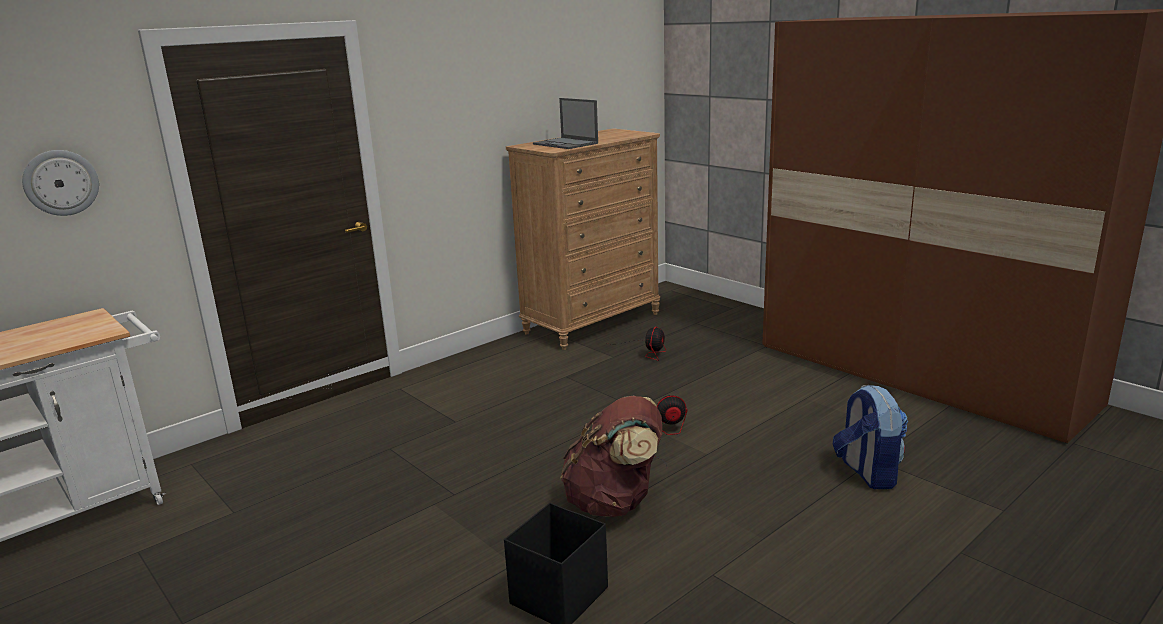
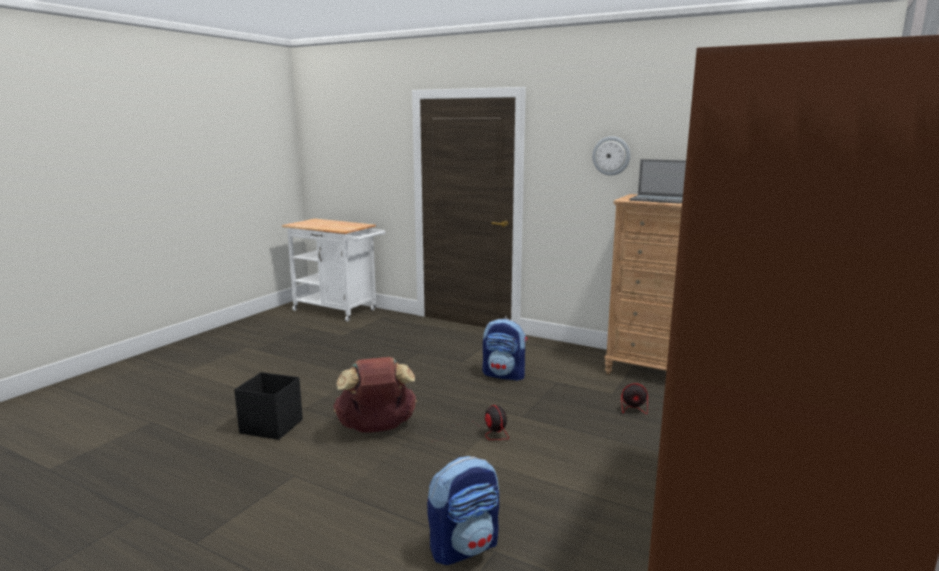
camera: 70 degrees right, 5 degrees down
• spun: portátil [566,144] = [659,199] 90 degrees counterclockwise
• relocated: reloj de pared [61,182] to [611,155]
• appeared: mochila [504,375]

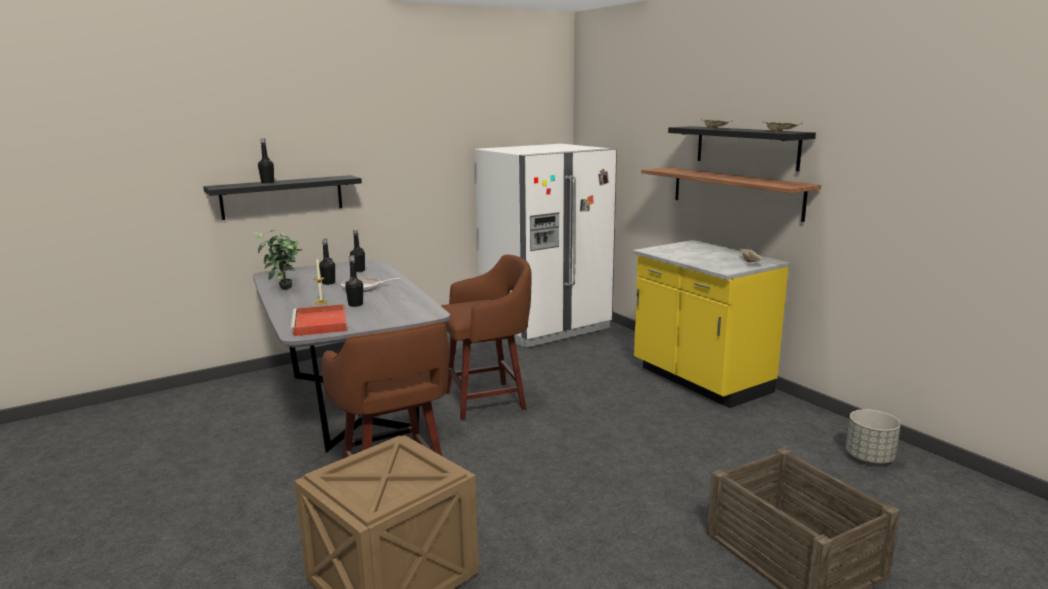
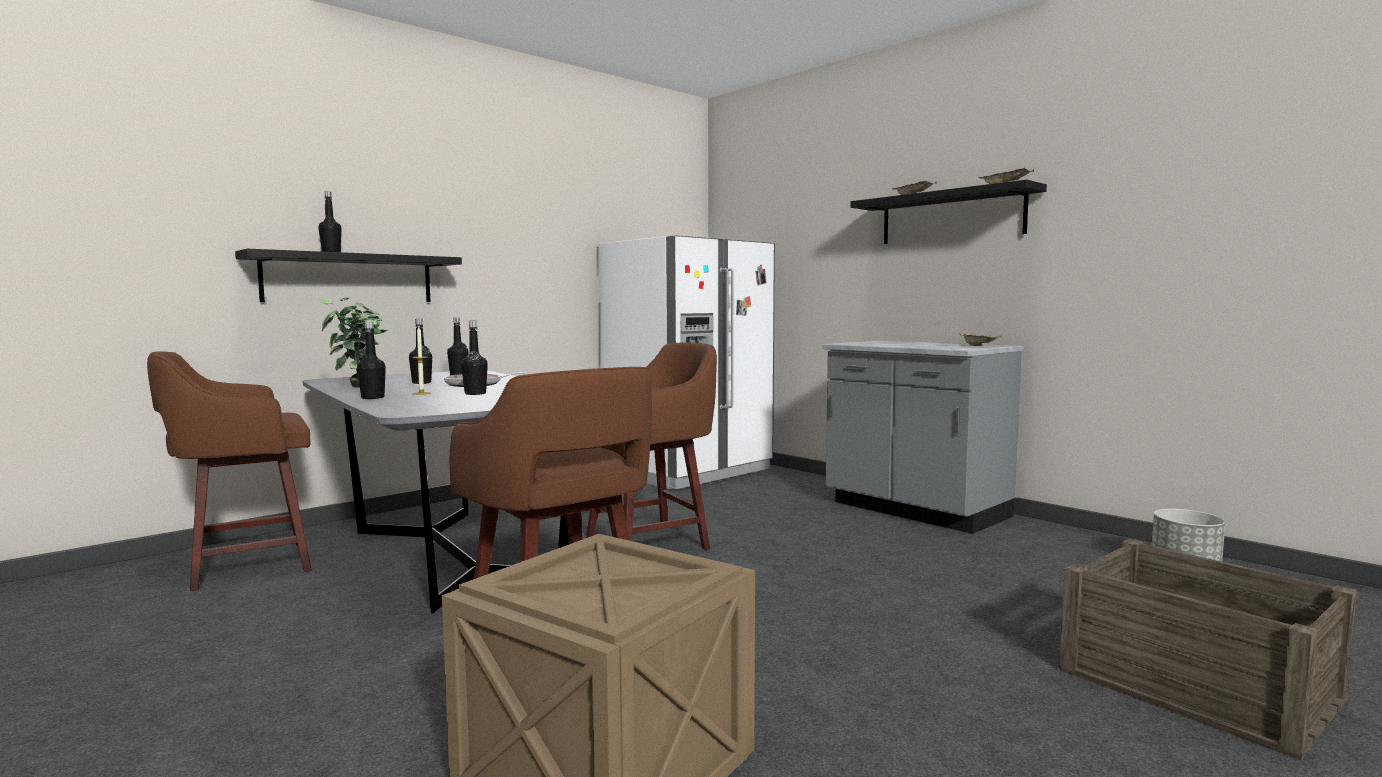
camera: 10 degrees left, 10 degrees down
• missing: estante [735,192]
• colour: mueble bajo de cocina (amarillo) [699,381] to mueble bajo de cocina (gris) [915,511]
• missing: bandeja (rojo) [320,324]
• appeared: botella (negro) [372,398]
• appeared: taburete (marrón) [244,566]

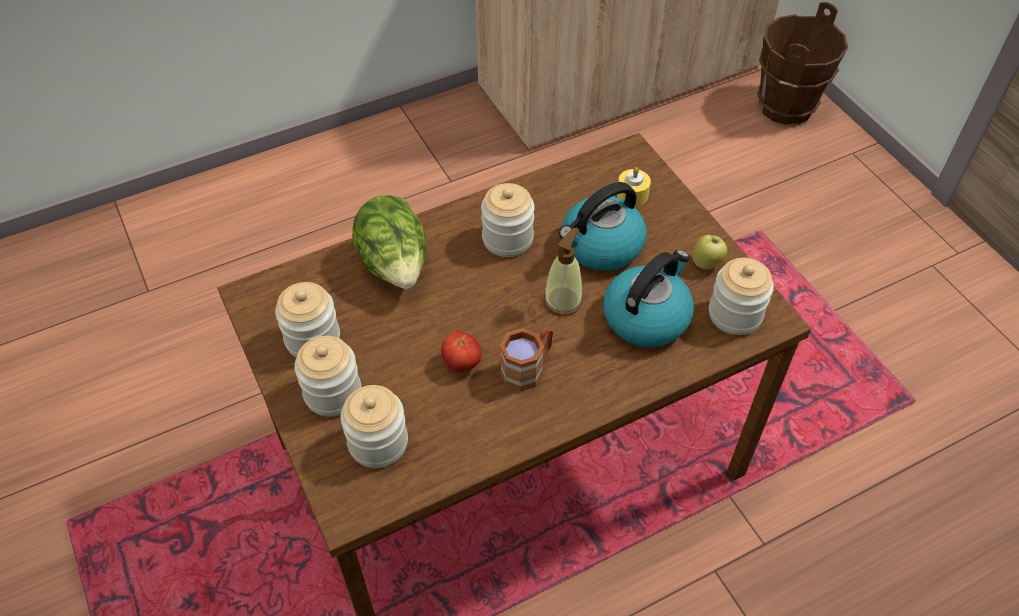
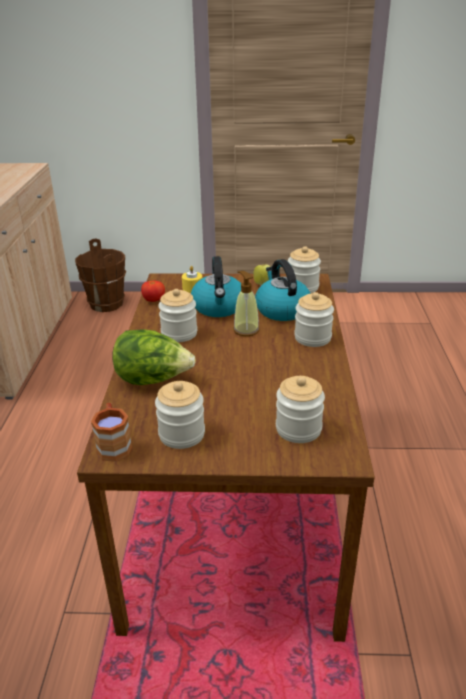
camera: 60 degrees left, 20 degrees down
• relocated: taza grande (marrón) [528,368] to [114,444]
• relocated: tomate [462,363] to [154,300]
• relocated: tarro [333,393] to [312,338]

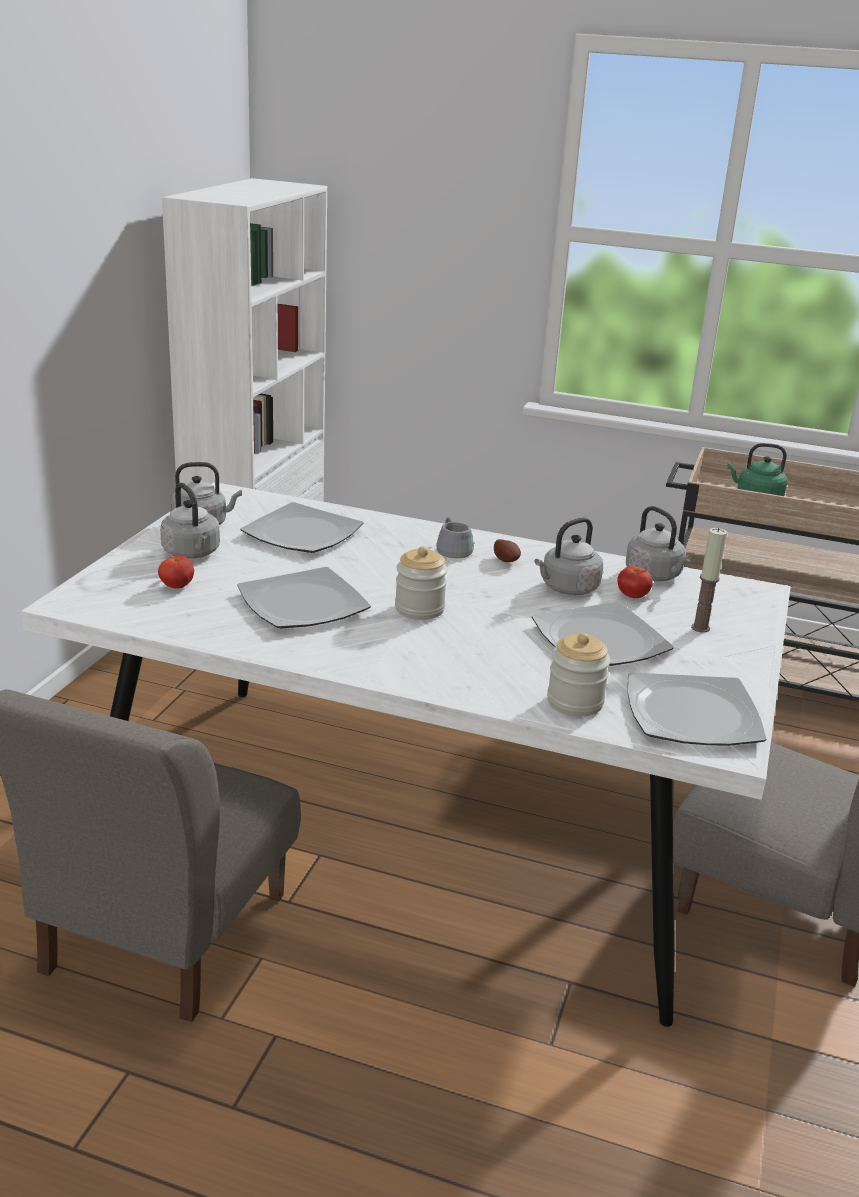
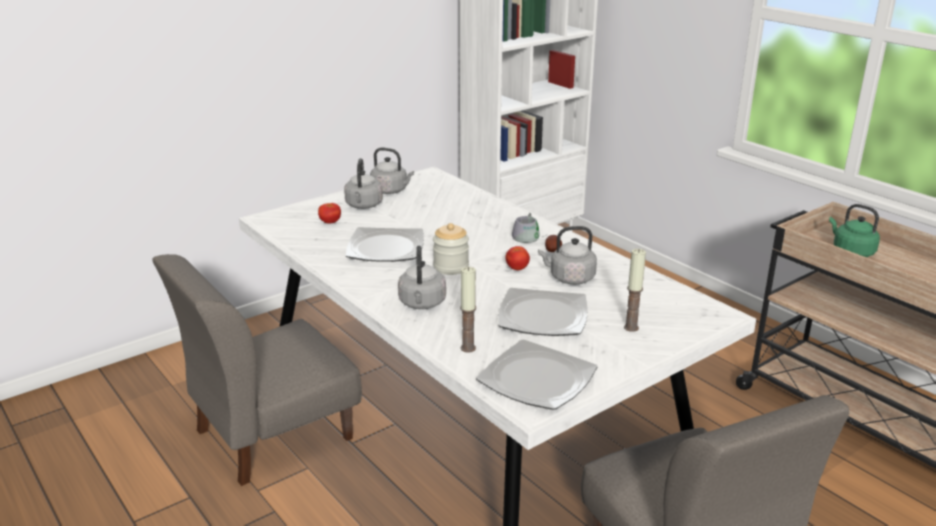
camera: 35 degrees right, 0 degrees up
• missing: plato [302,534]
• relocated: hervidor (gris) [655,576] to [422,304]
• relocated: tomate [632,596] to [517,268]
• exchanged: tarro [575,702] to vela [468,348]

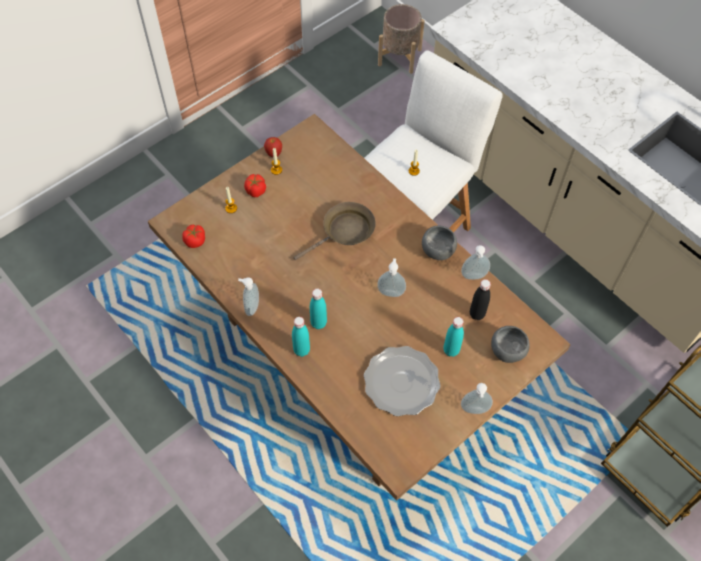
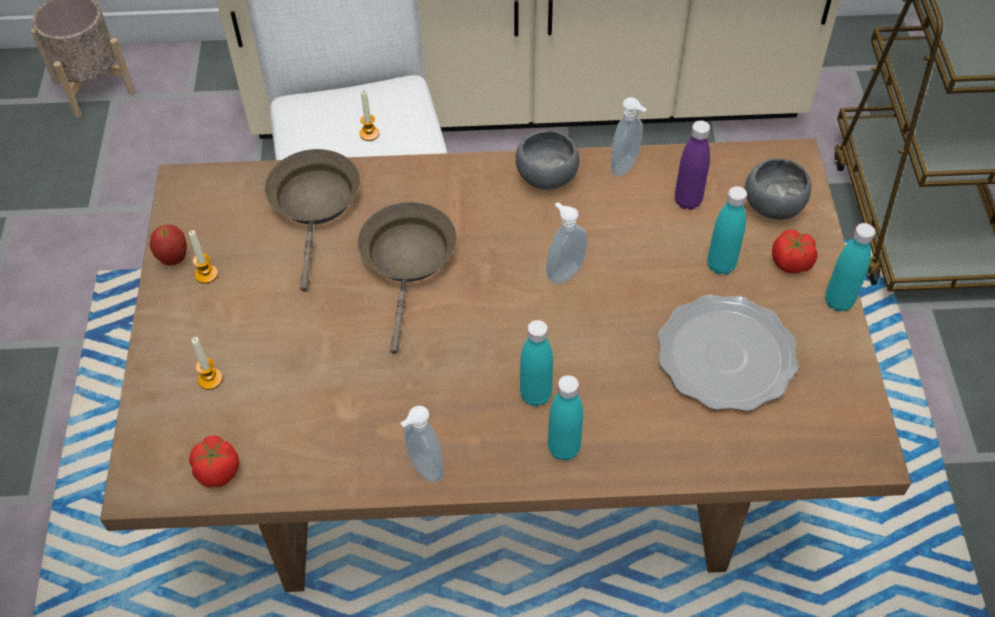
camera: 50 degrees left, 5 degrees down
• relocated: tomate [256,191] to [791,262]
• colour: botella (negro) [477,314] to botella (morado) [687,201]
• exchanged: dispensador de jabón [474,411] to botella (turquesa) [838,301]
• appeared: sartén (marrón) [315,205]

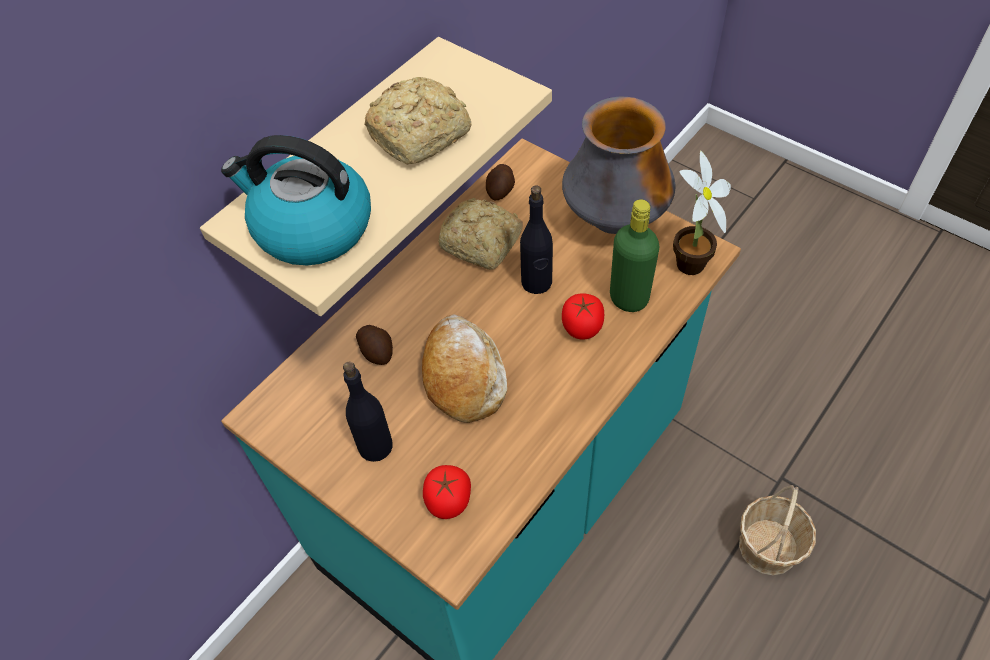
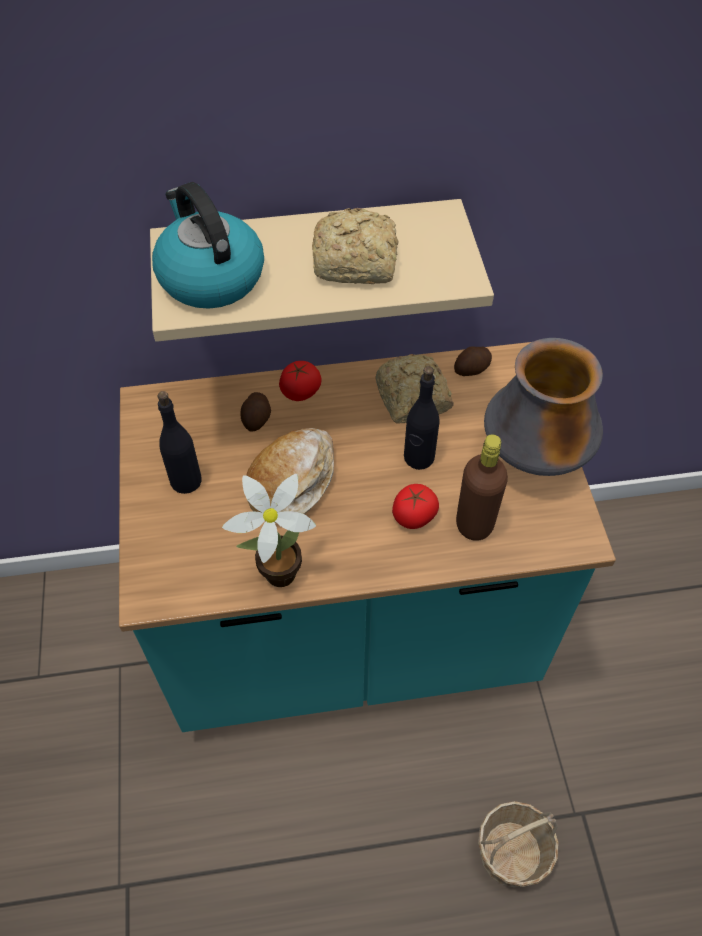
camera: 40 degrees right, 0 degrees up
• relocated: planta en maceta [687,267] to [274,574]
• colour: botella (verde) [629,298] to botella (marrón) [474,524]
• relocated: tomate [448,500] to [300,392]

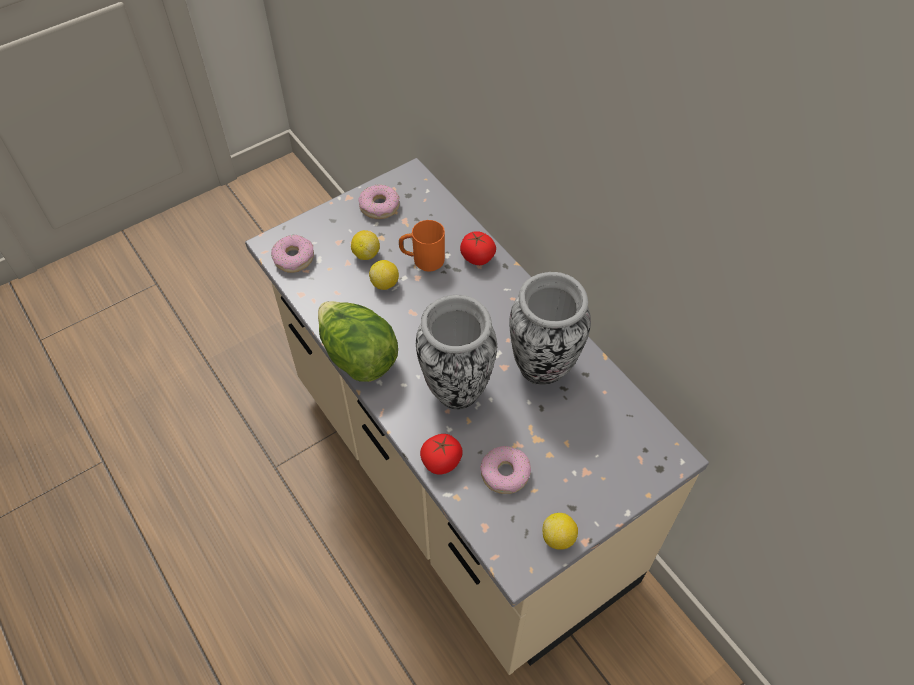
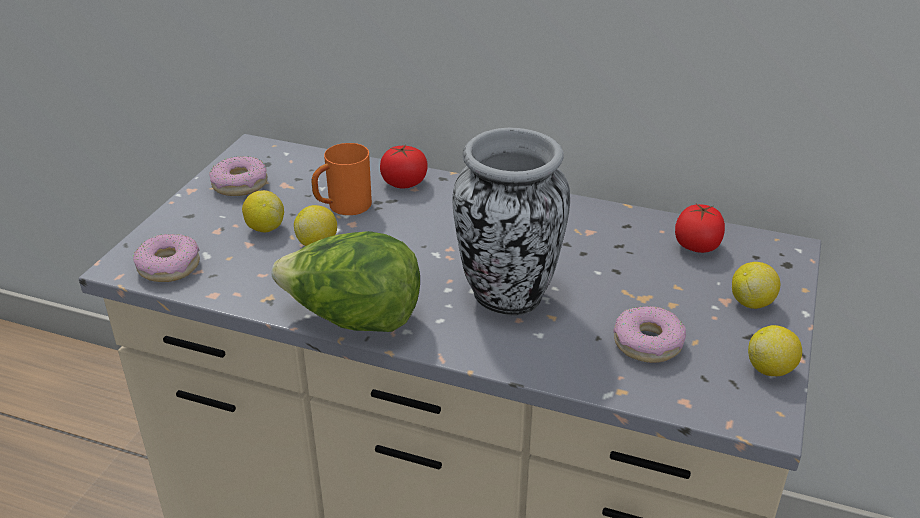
camera: 35 degrees left, 20 degrees down
• missing: florero [543,368]
• relocated: tomate [441,461] to [696,246]
• appeared: limón [751,302]

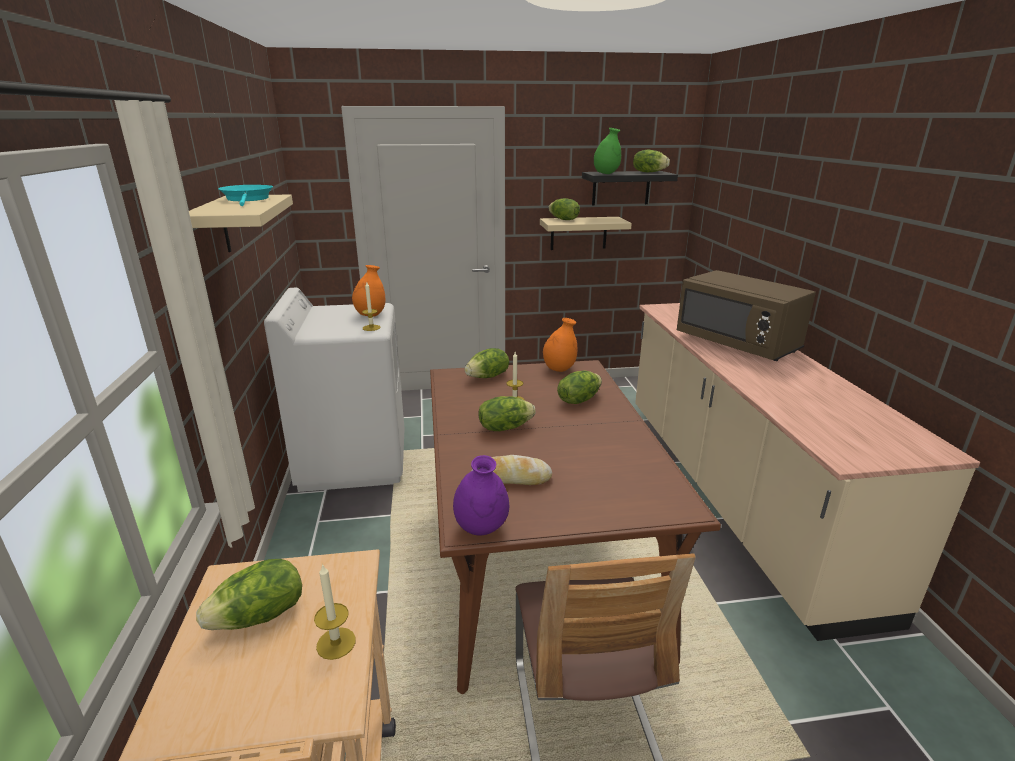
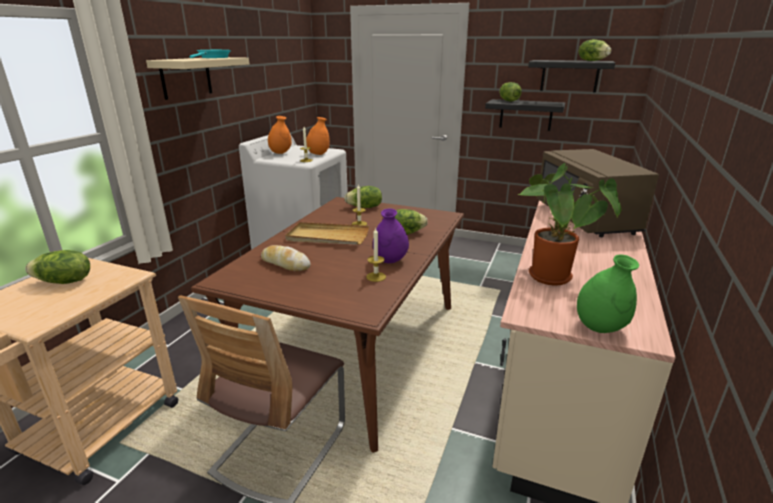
camera: 30 degrees right, 0 degrees up
• relocated: florero (verde) [606,173] to [600,327]
• colour: estante (beis) [578,233] to estante (negro) [526,115]
• relocated: florero (naranja) [559,369] to [280,153]
• exchanged: lechuga [504,427] to bandeja (beis) [327,237]
• relocated: florero (morado) [481,528] to [390,261]
• relocated: vela [336,643] to [376,277]
• appeared: planta en maceta [553,279]

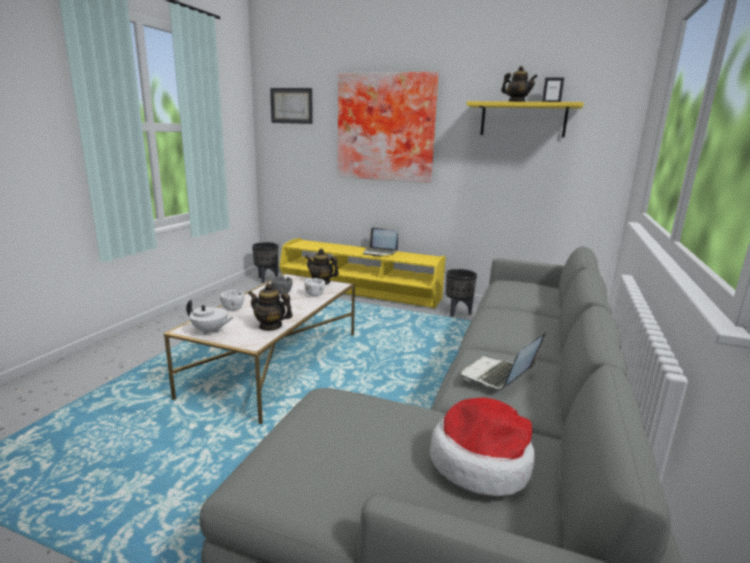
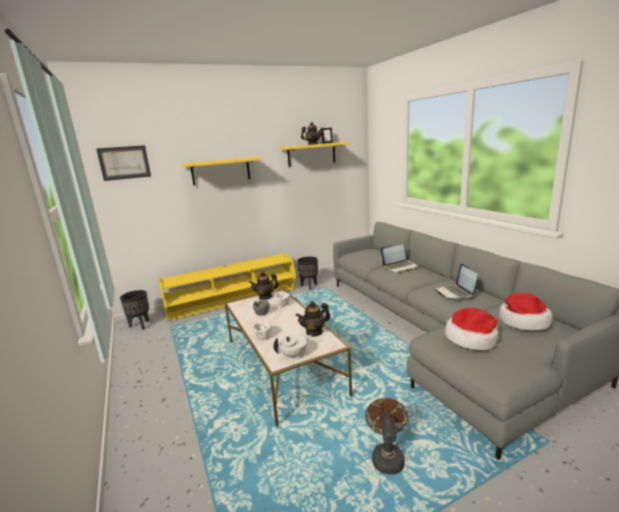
camera: 45 degrees left, 0 degrees up
• exchanged: cuadro [386,128] to estante (amarillo) [221,171]
• relocated: portátil [379,253] to [400,267]
• appeared: sombrero [472,339]
• appeared: ventilador (marrón) [387,456]

